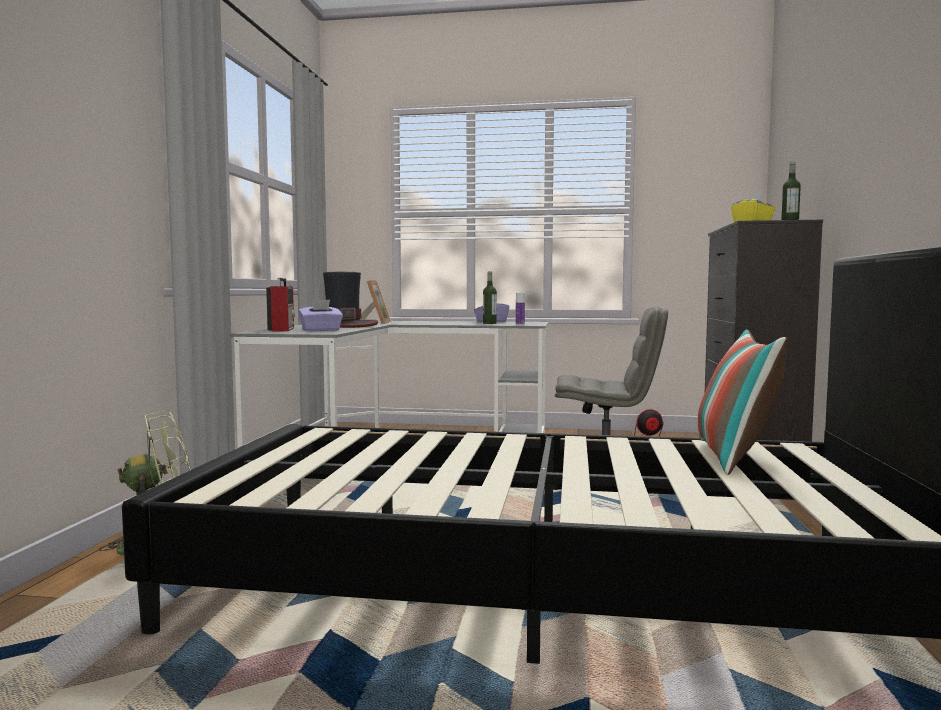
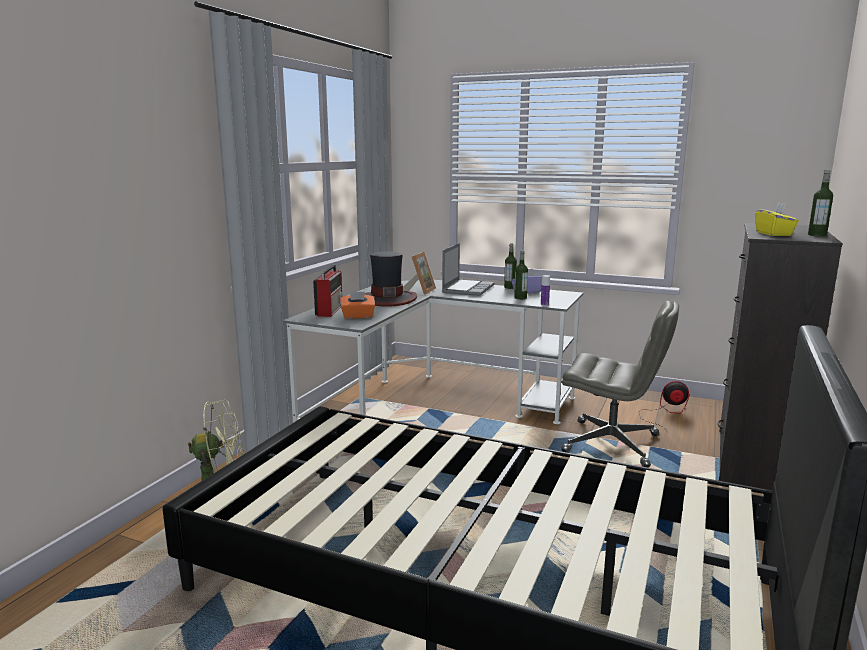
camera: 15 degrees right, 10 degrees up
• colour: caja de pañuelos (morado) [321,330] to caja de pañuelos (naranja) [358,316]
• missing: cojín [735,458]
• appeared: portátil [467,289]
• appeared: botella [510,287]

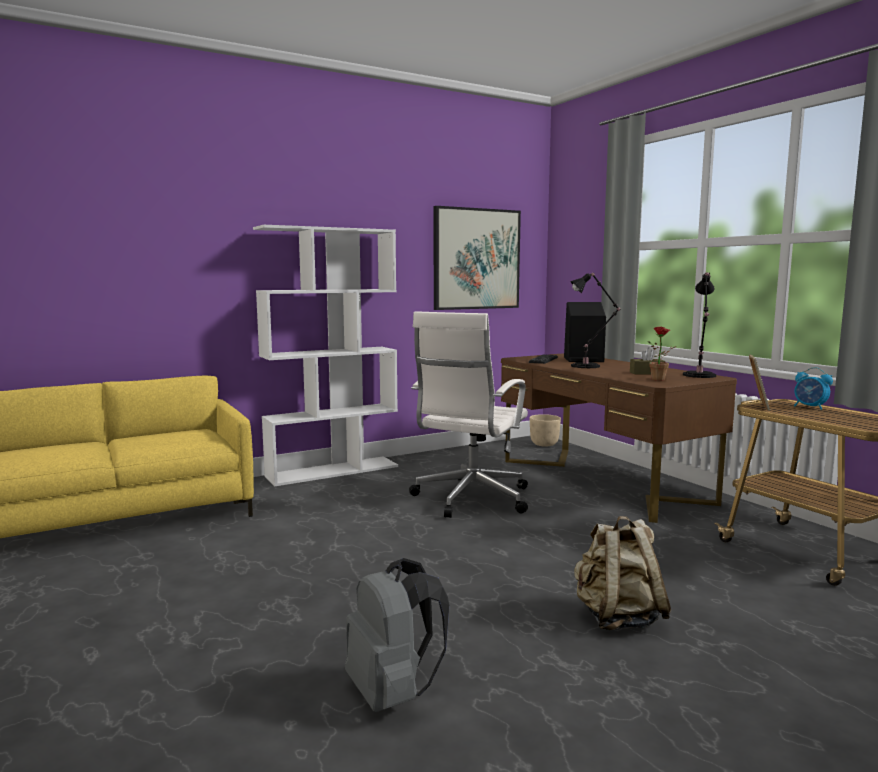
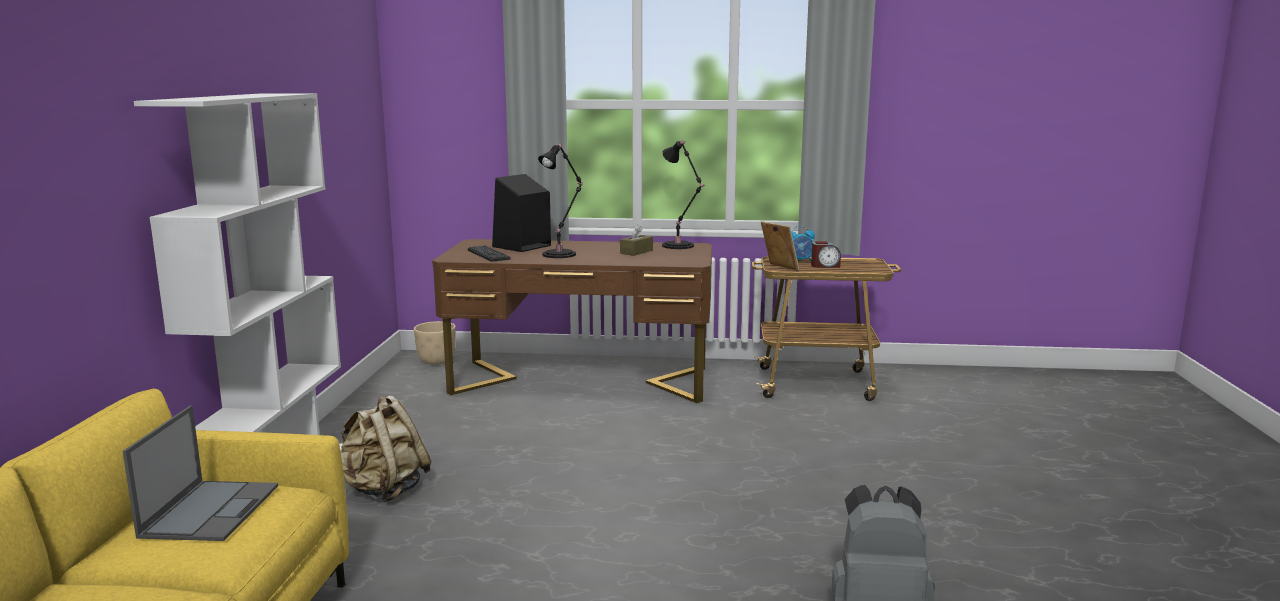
camera: 55 degrees left, 5 degrees up
• missing: cuadro [476,259]
• missing: silla de oficina (blanco) [470,499]
• missing: planta en maceta [661,380]
• relocated: mochila (beis) [617,618] to [384,490]
• appeared: despertador [825,266]
• appeared: portátil [211,510]

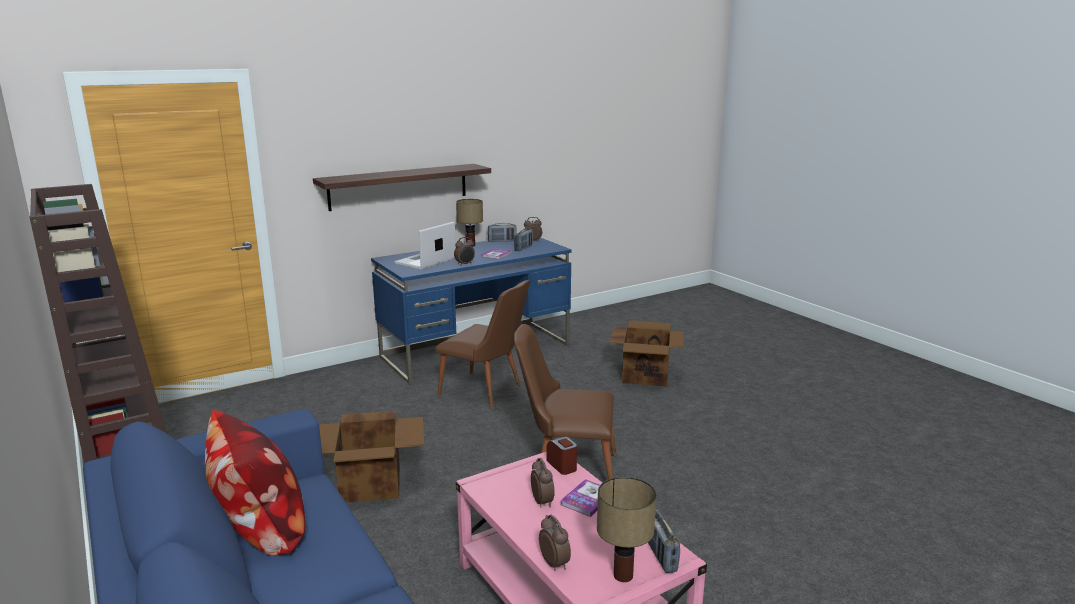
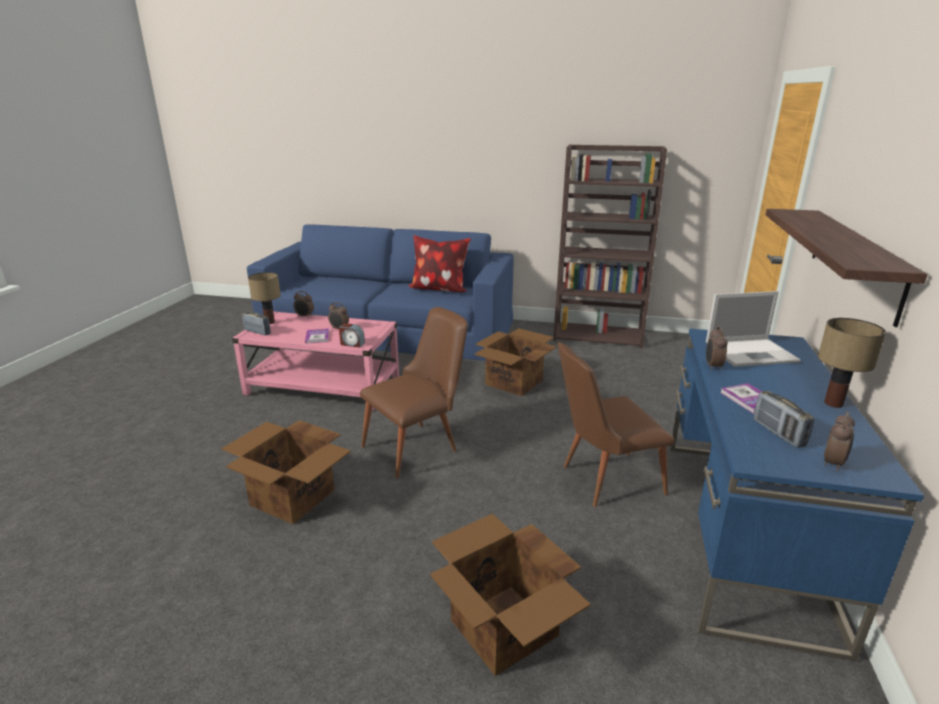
camera: 135 degrees right, 5 degrees up
• spun: portátil [424,261] = [752,353] 90 degrees clockwise
• missing: radio [502,241]
• appeared: caja de cartón [293,498]

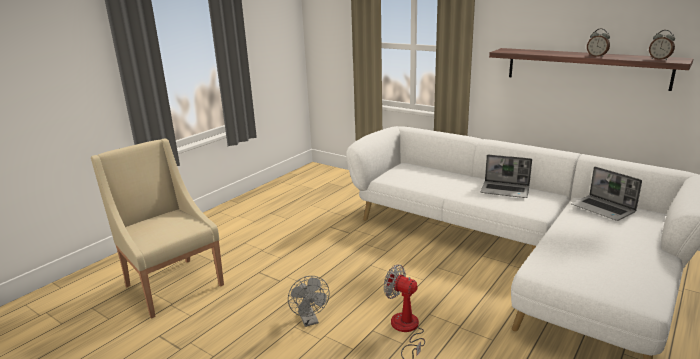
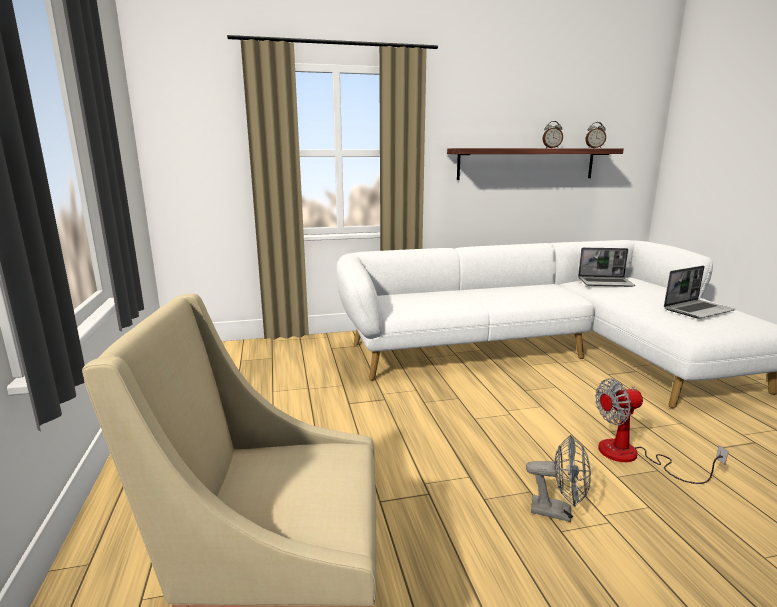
camera: 50 degrees left, 5 degrees down
• relocated: portátil [505,190] to [698,310]

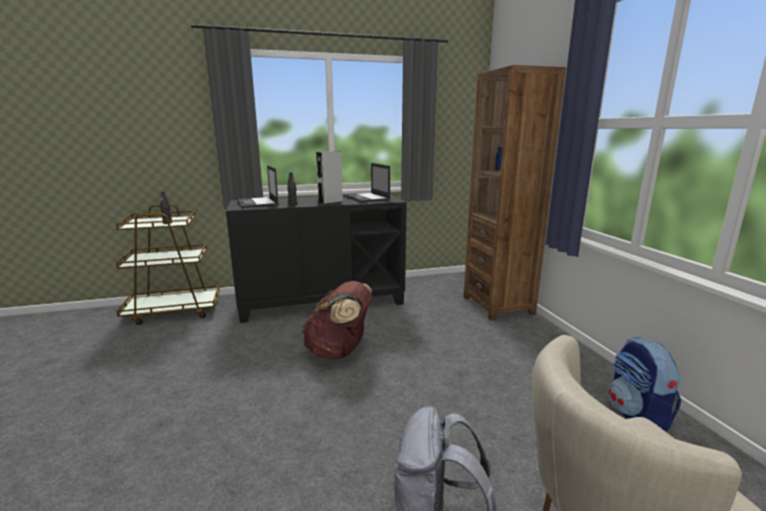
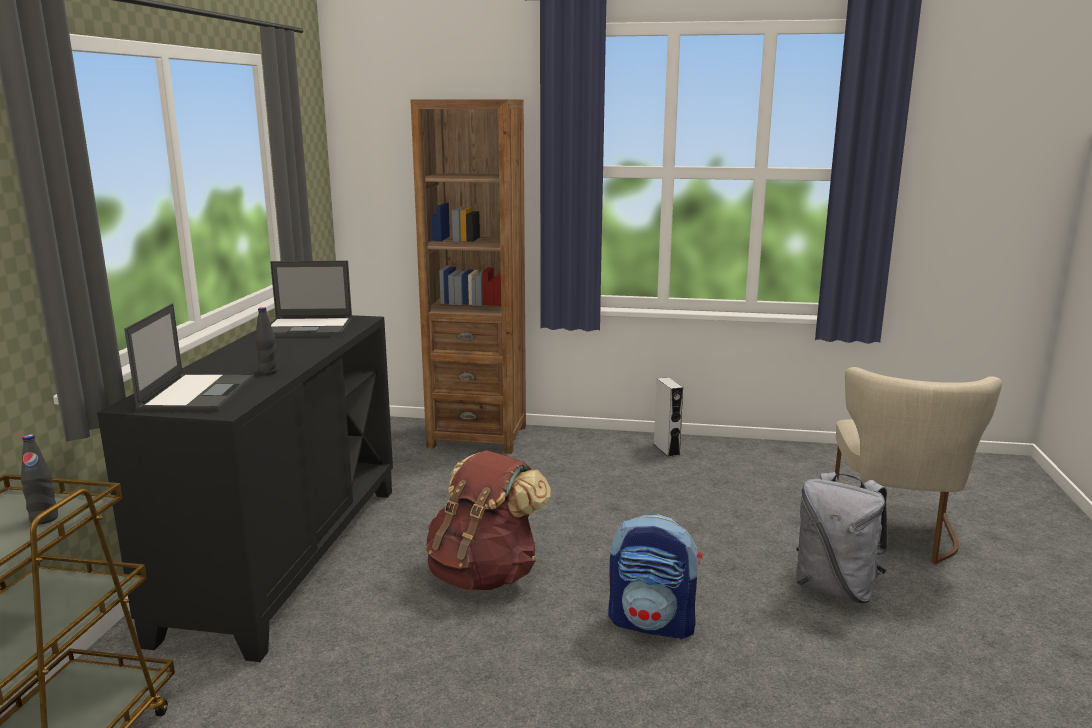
camera: 65 degrees left, 0 degrees up
• relocated: altavoz (gris) [330,202] to [666,449]
• spun: portátil [258,203] = [198,393] 90 degrees counterclockwise
• relocated: mochila [637,416] to [653,623]

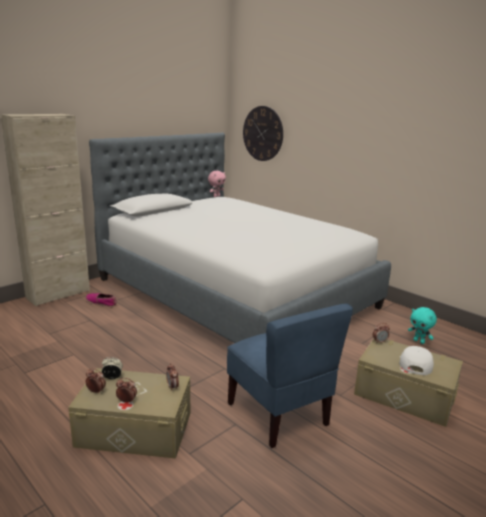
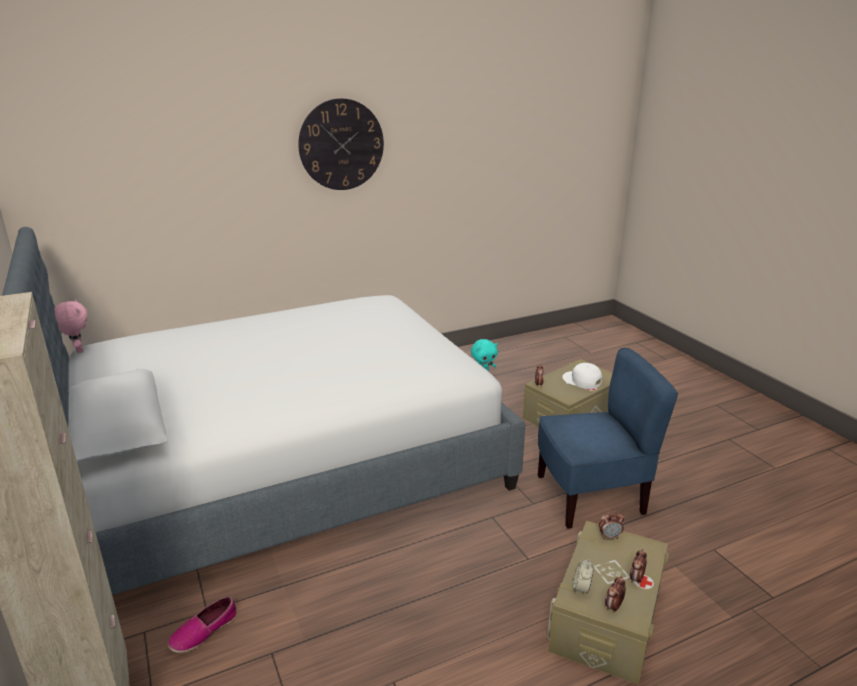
camera: 70 degrees left, 5 degrees up
• relocated: reloj de pared [263,133] to [341,145]

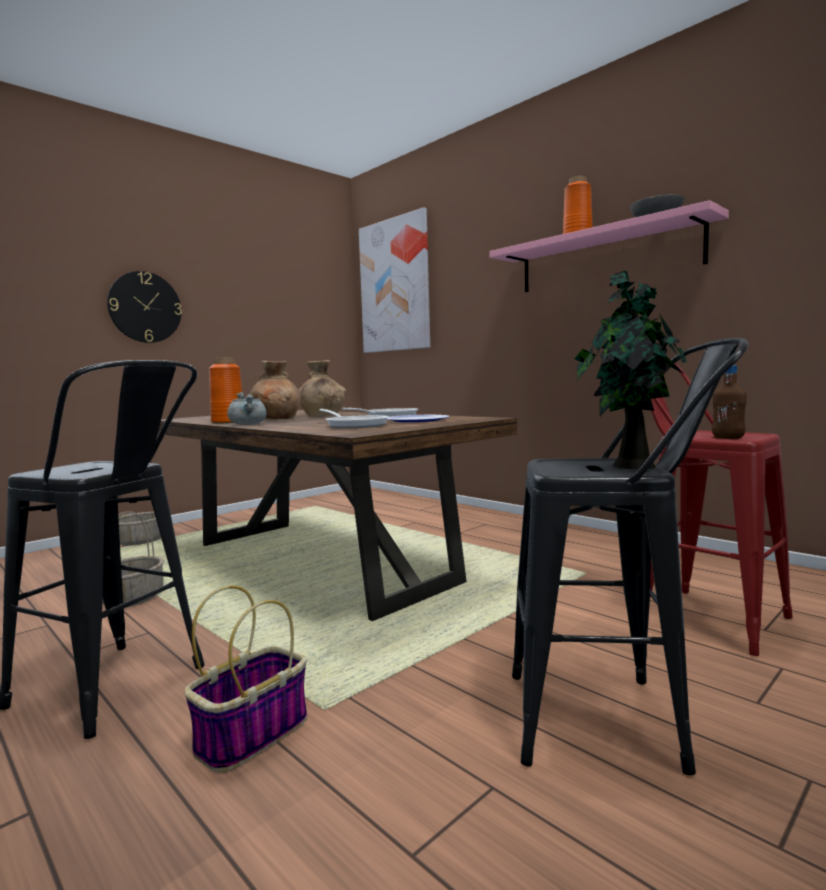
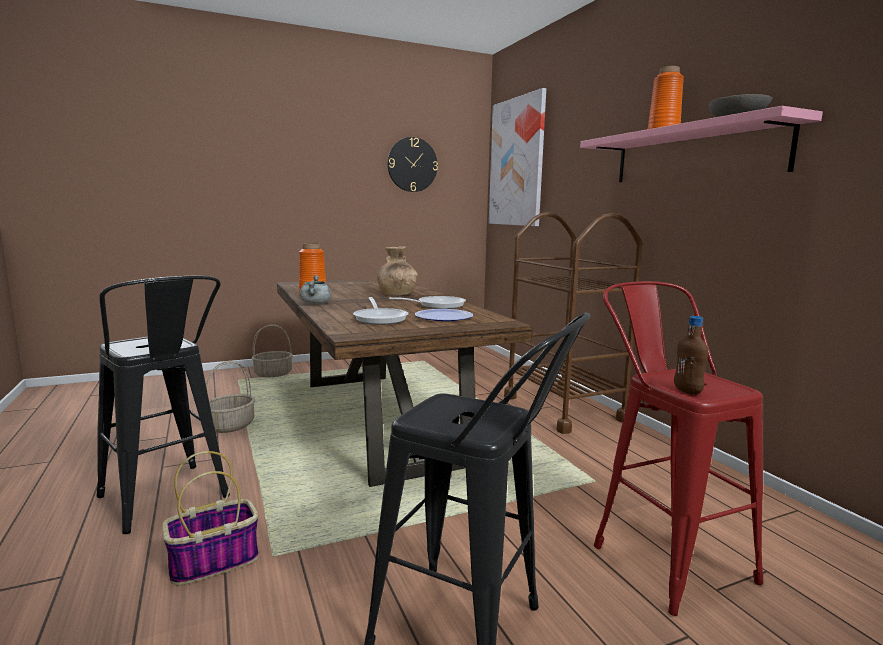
camera: 20 degrees right, 5 degrees up
• missing: planta en maceta [629,465]
• relocated: reloj de pared [145,307] to [412,164]
• missing: florero (marrón) [276,419]
• appeared: carrito (marrón) [563,408]

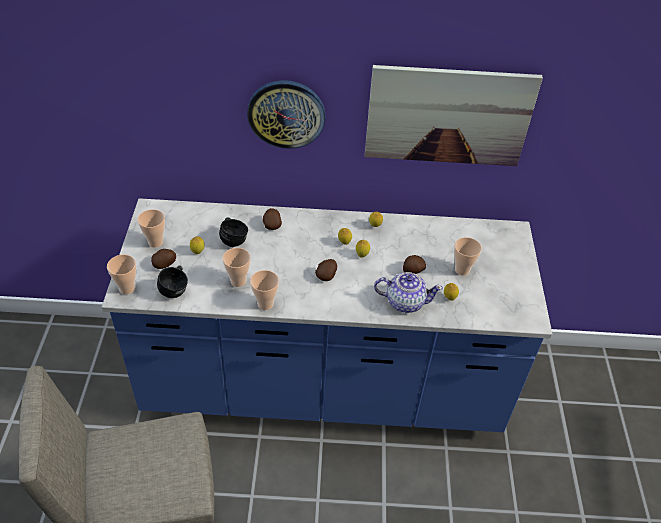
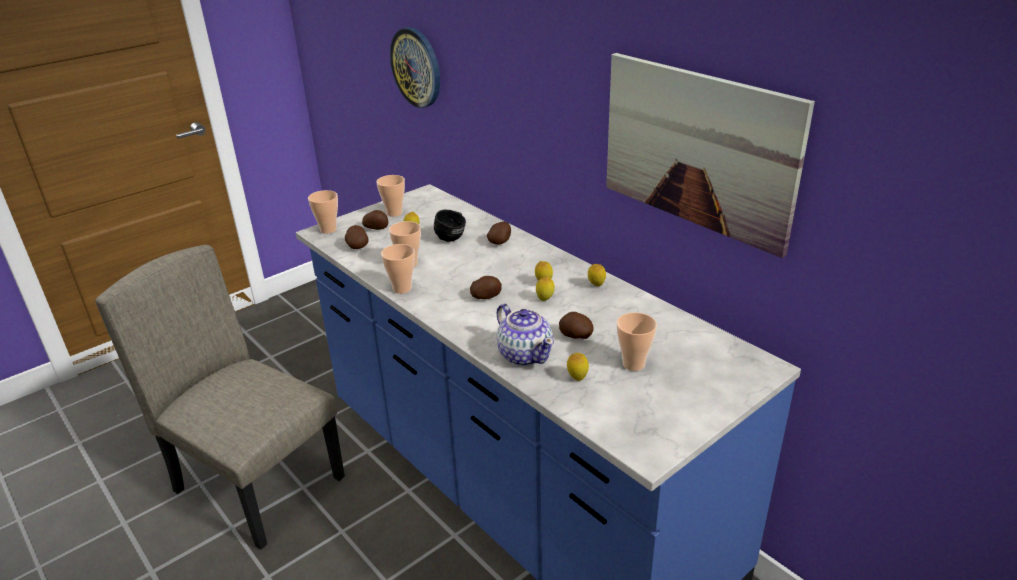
camera: 50 degrees right, 15 degrees down
• relocated: reloj de pared [286,114] to [416,67]
• exchanged: taza grande (negro) [176,289] to patata [357,246]

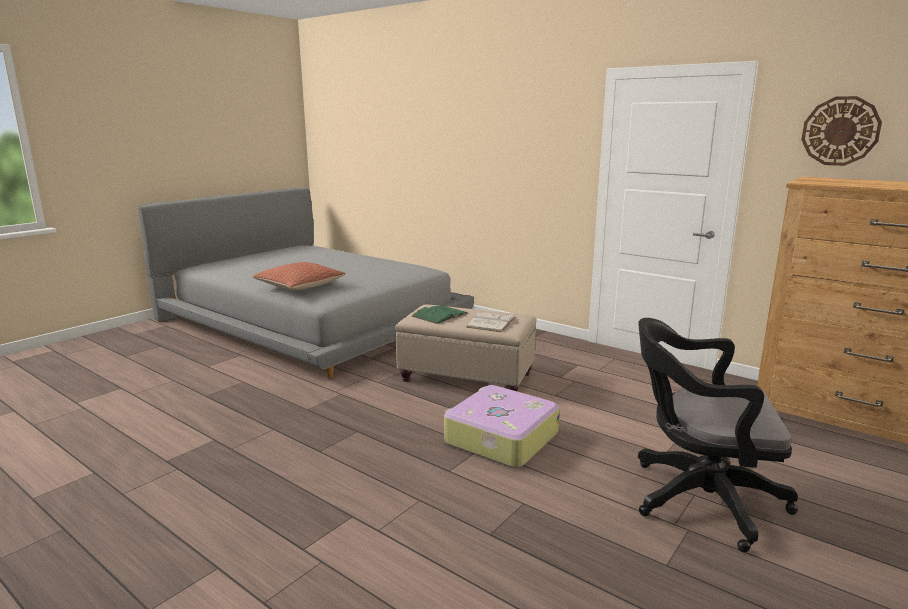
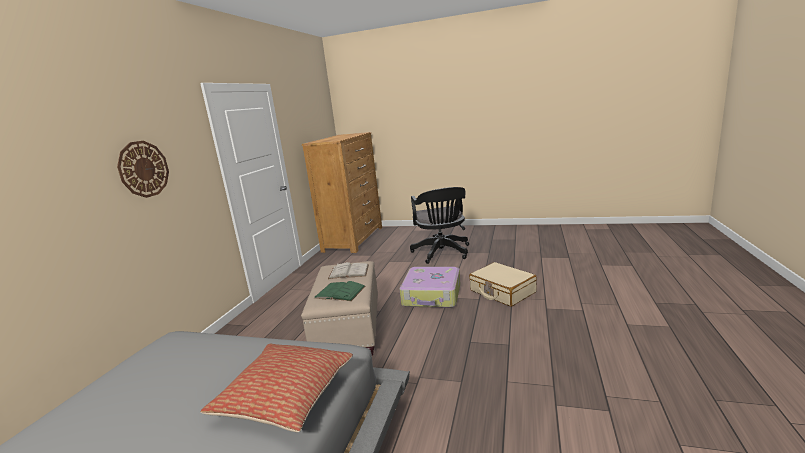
camera: 110 degrees left, 0 degrees up
• relocated: reloj de pared [840,131] to [143,169]
• appeared: maleta (beis) [502,291]

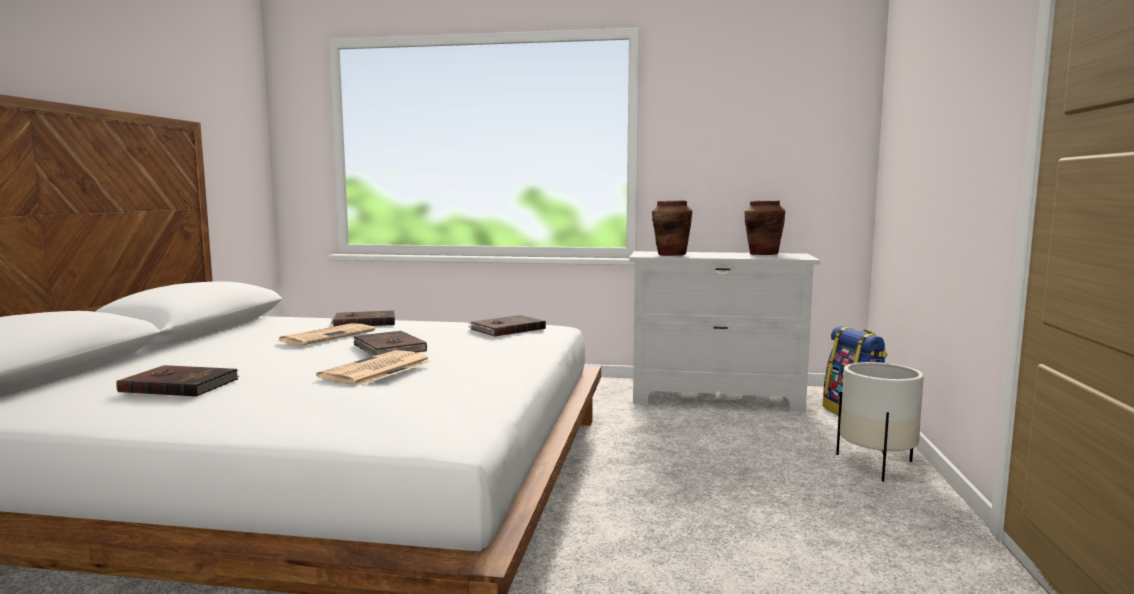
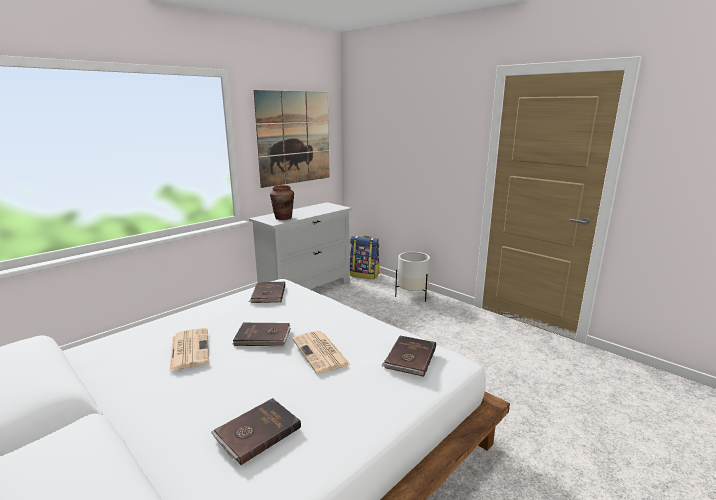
camera: 55 degrees left, 10 degrees up
• missing: florero (marrón) [763,254]
• relocated: libro (marrón) [364,322] to [409,358]
• appeared: cuadro [294,138]

